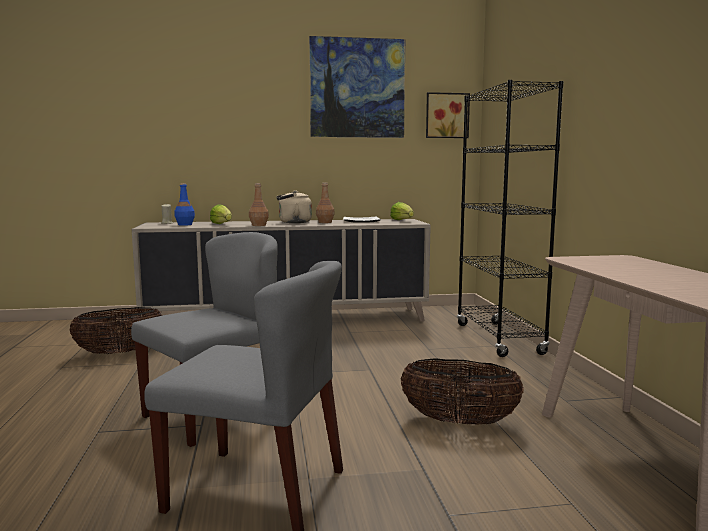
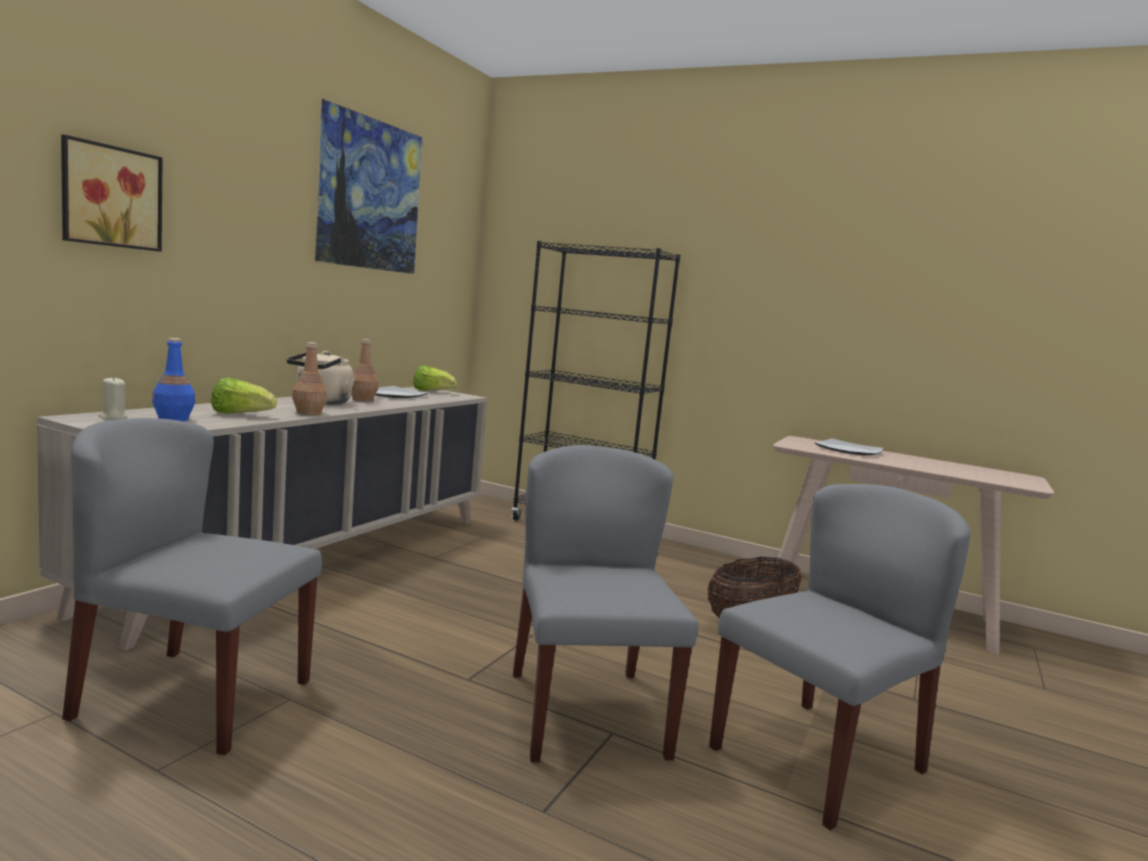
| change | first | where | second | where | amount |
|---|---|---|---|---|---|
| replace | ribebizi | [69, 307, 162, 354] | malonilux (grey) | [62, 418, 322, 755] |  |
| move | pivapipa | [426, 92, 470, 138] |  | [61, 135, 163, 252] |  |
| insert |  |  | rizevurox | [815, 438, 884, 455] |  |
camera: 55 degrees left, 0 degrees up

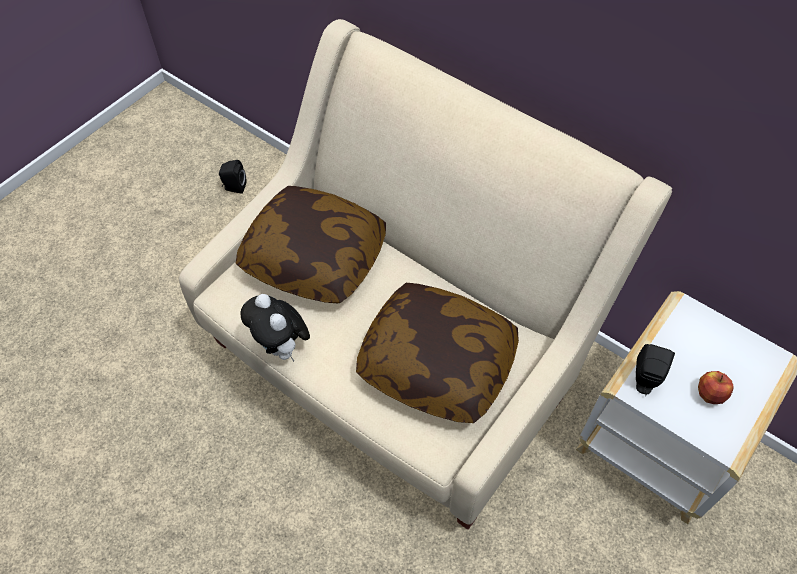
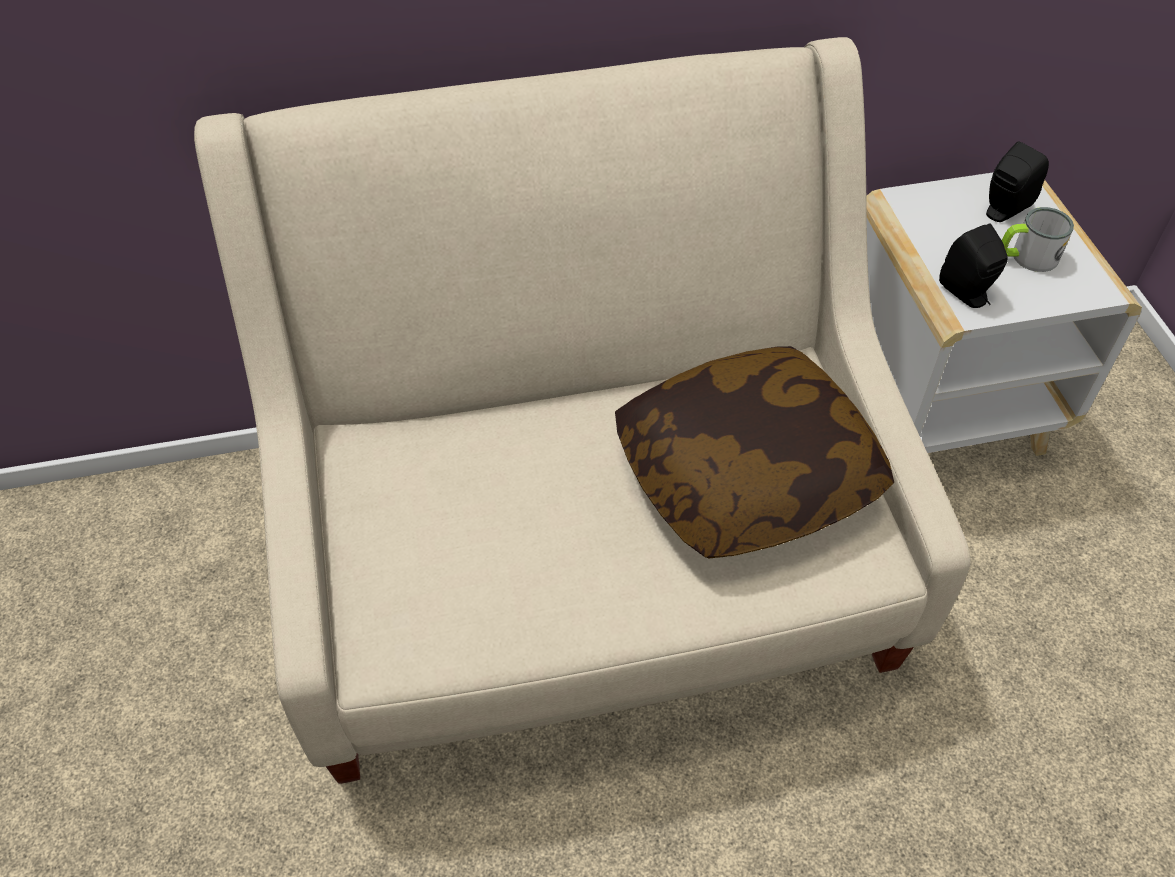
| change | first | where | second | where | amount |
|---|---|---|---|---|---|
| move | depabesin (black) | [219, 160, 247, 194] |  | [986, 142, 1049, 222] |  |
| delete | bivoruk | [236, 186, 386, 303] |  |  |  |
| delete | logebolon | [240, 294, 310, 362] |  |  |  |
| replace | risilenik | [698, 371, 734, 404] | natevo | [1002, 207, 1074, 272] |  |
camera: 50 degrees left, 5 degrees down

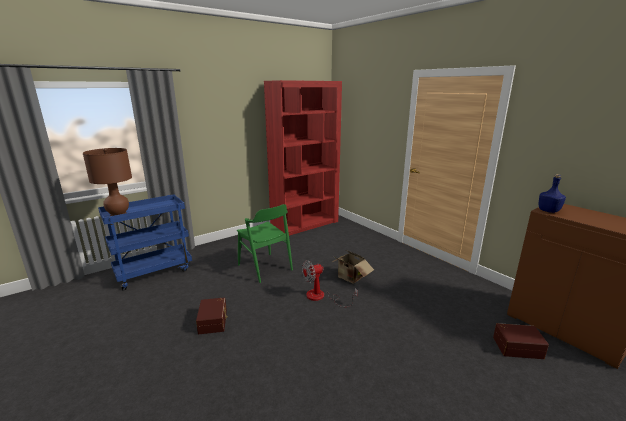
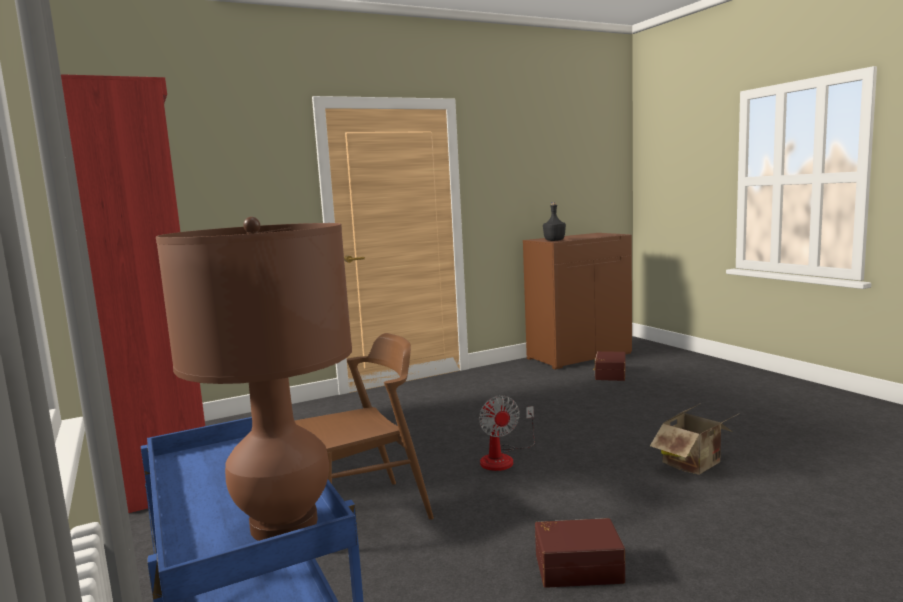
| change | first | where | second | where | amount |
|---|---|---|---|---|---|
| recolor | malonilux (green) | [237, 204, 293, 283] | malonilux (brown) | [295, 333, 434, 520] |  |
| move | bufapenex | [331, 250, 374, 284] |  | [650, 403, 740, 475] |  |
| recolor | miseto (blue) | [538, 174, 566, 213] | miseto (black) | [543, 202, 566, 241] |  |
camera: 80 degrees left, 10 degrees down

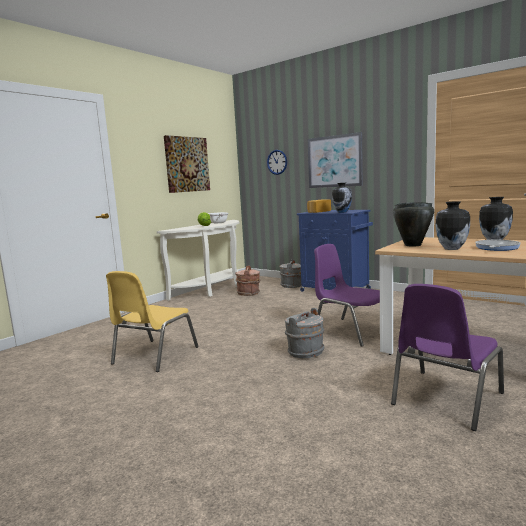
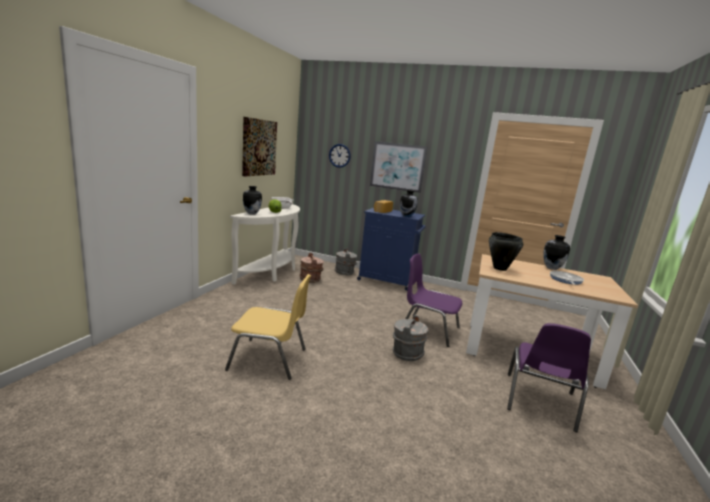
| change | first | where | second | where | amount |
|---|---|---|---|---|---|
| rotate | malonilux (yellow) | [106, 271, 199, 372] |  | [225, 274, 311, 380] | 90 degrees counterclockwise |
| move | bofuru | [435, 201, 470, 250] |  | [243, 186, 262, 215] |  |
camera: 20 degrees left, 5 degrees up

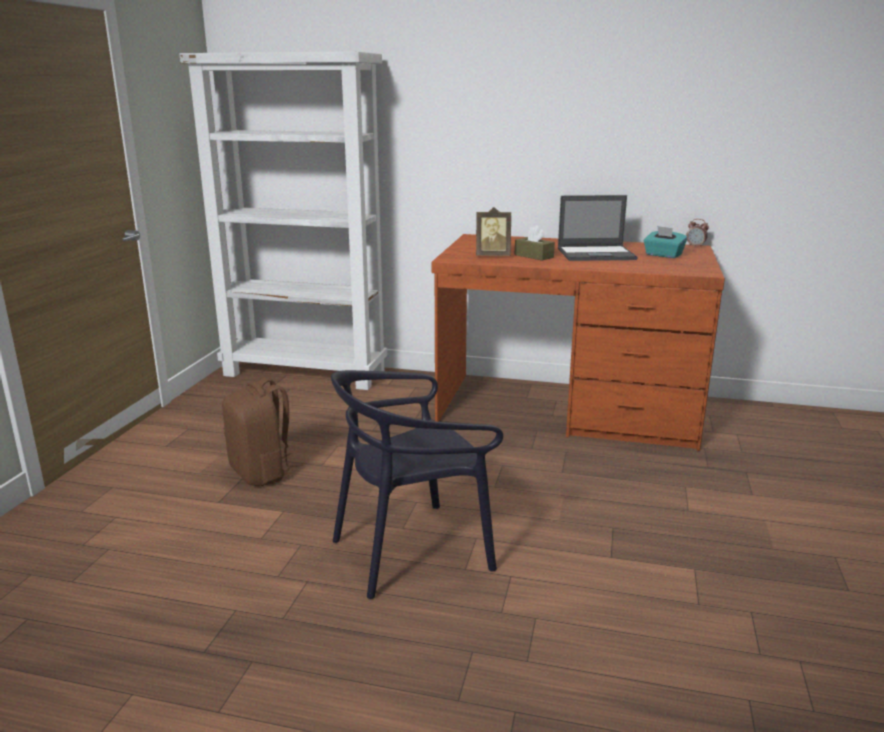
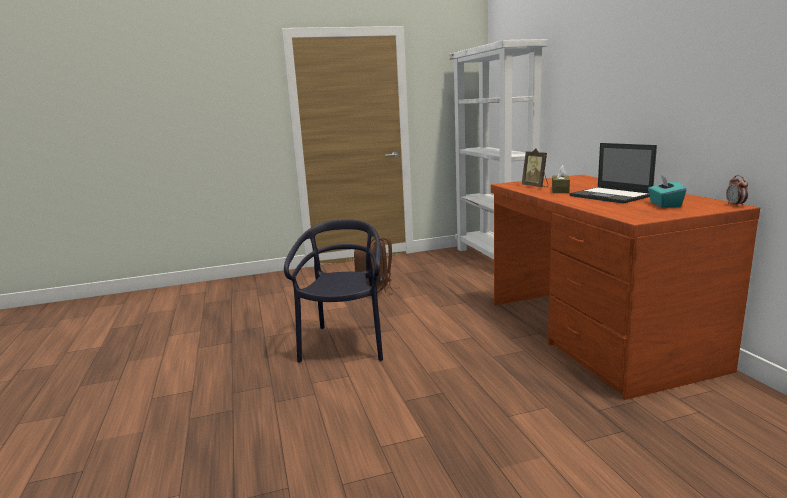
| change | first | where | second | where | amount |
|---|---|---|---|---|---|
| rotate | malonilux (black) | [331, 370, 503, 599] |  | [284, 219, 383, 363] | 60 degrees clockwise |
camera: 60 degrees right, 5 degrees down

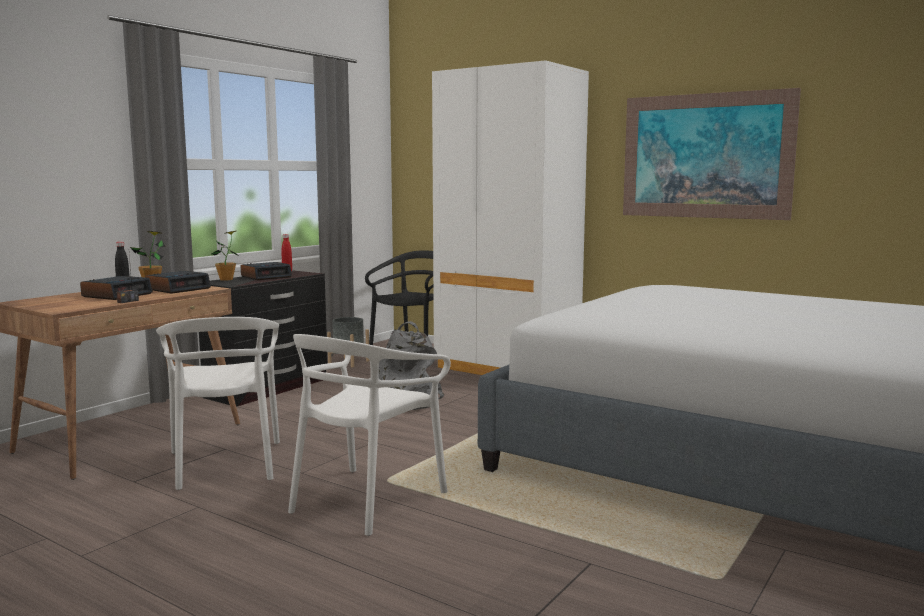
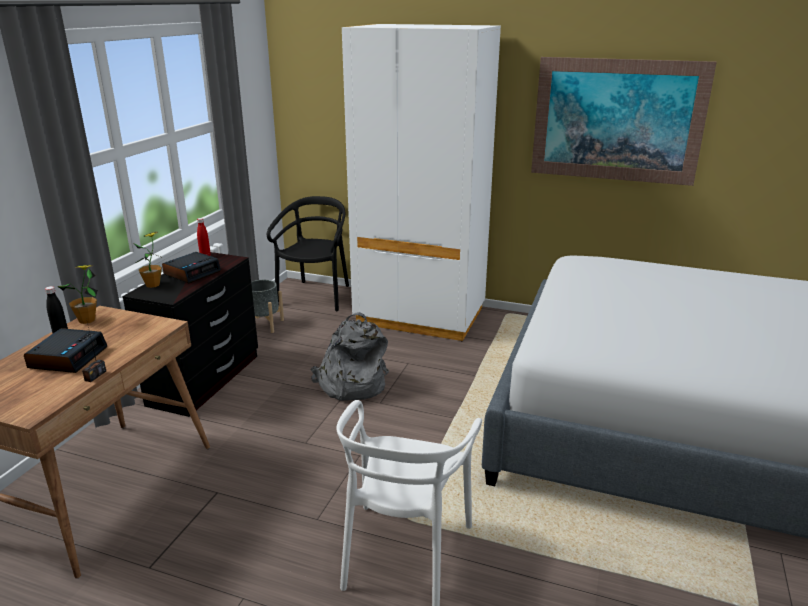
| change | first | where | second | where | amount |
|---|---|---|---|---|---|
| delete | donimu | [145, 271, 211, 294] |  |  |  |
| delete | malonilux (white) | [156, 317, 280, 490] |  |  |  |
camera: 15 degrees left, 15 degrees up

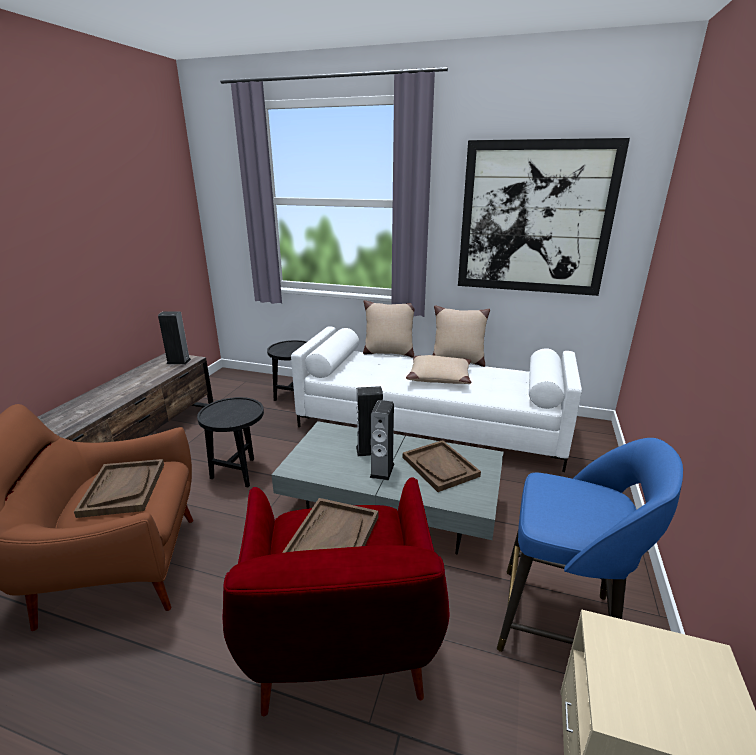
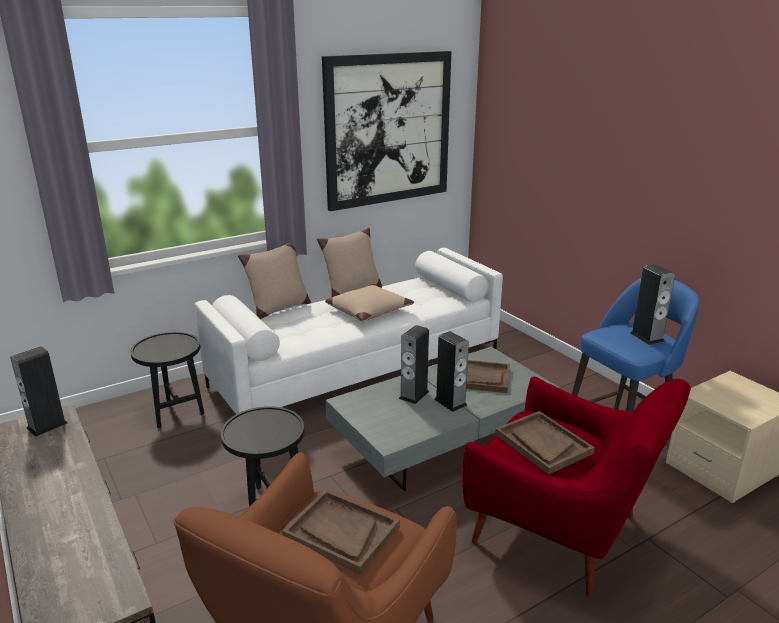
| change | first | where | second | where | amount |
|---|---|---|---|---|---|
| insert |  |  | depabesin | [630, 264, 675, 345] |  |
camera: 50 degrees left, 0 degrees up

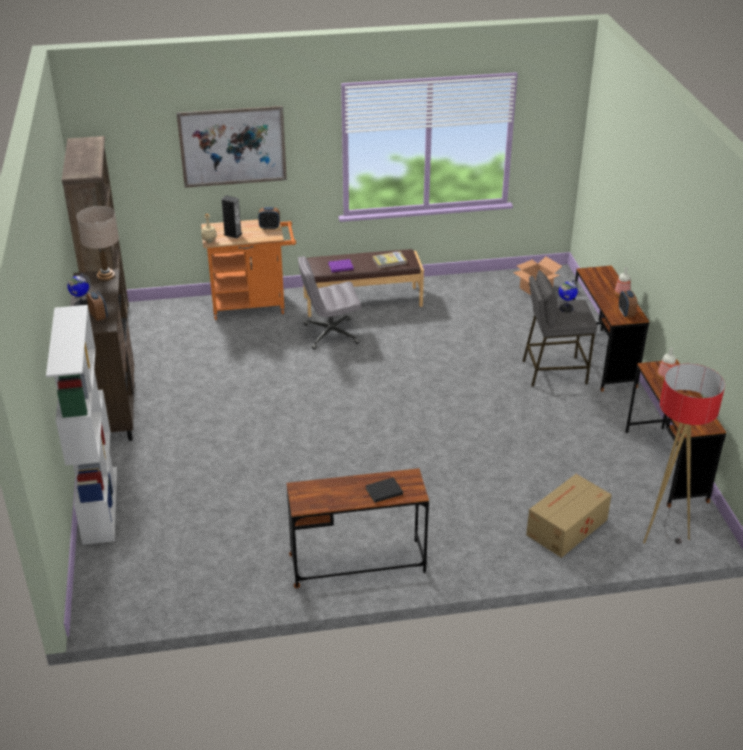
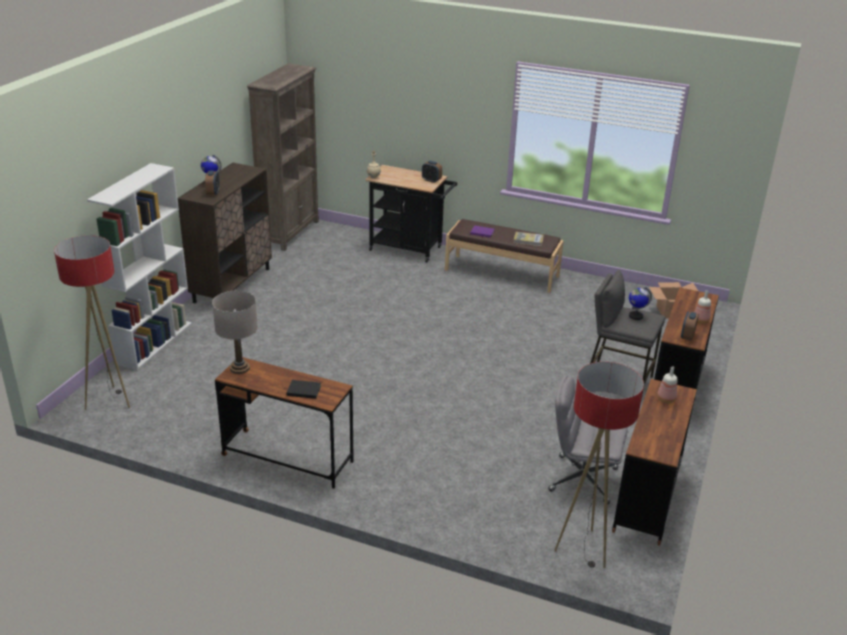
| change | first | where | second | where | amount |
|---|---|---|---|---|---|
| move | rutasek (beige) | [77, 206, 119, 281] |  | [212, 291, 258, 374] |  |
| delete | pivapipa | [176, 106, 287, 188] |  |  |  |
| recolor | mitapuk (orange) | [201, 220, 296, 320] | mitapuk (black) | [365, 165, 457, 263] |  |
| delete | depabesin | [222, 195, 242, 238] |  |  |  |
| move | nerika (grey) | [298, 256, 361, 350] |  | [548, 375, 628, 505] |  |
| delete | bufapenex | [526, 474, 612, 558] |  |  |  |
| insert |  |  | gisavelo | [54, 235, 130, 410] |  |
camera: 30 degrees right, 5 degrees down

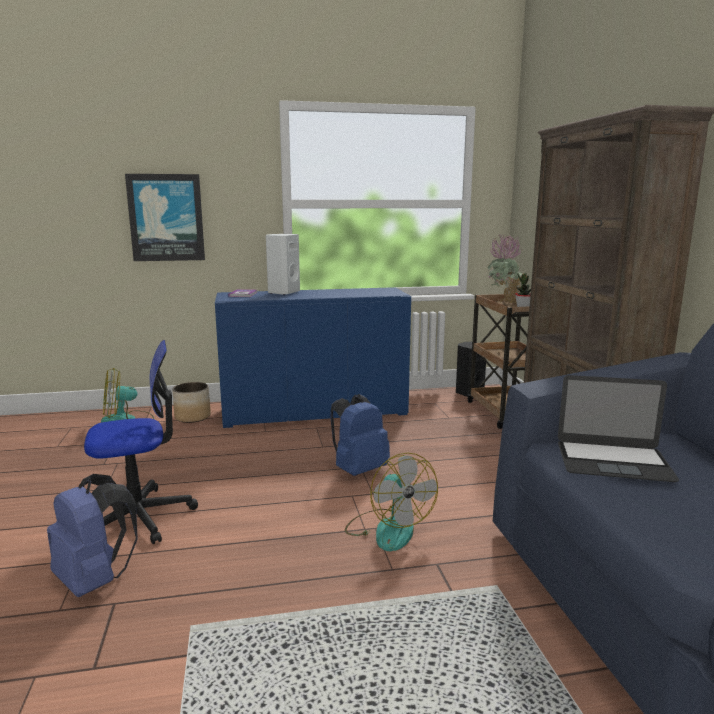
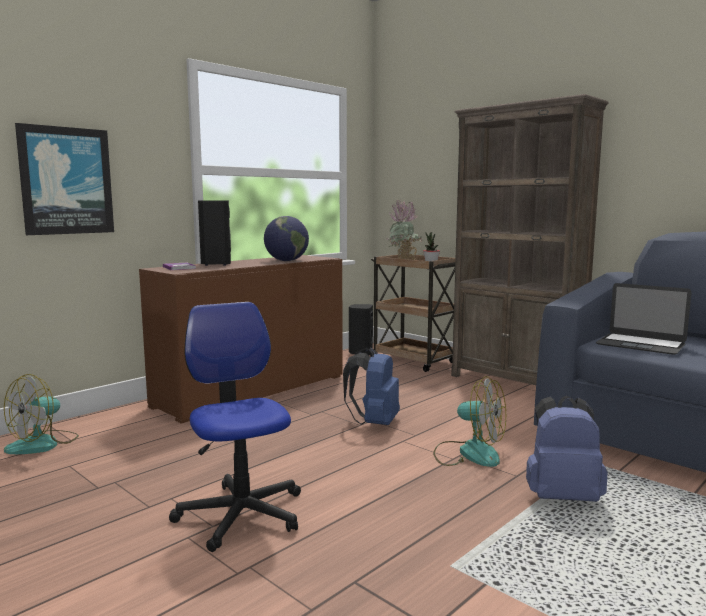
| change | first | where | second | where | amount |
|---|---|---|---|---|---|
| move | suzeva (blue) | [47, 474, 138, 597] |  | [526, 396, 608, 502] |  |
| rotate | nerika | [84, 340, 198, 544] |  | [169, 302, 301, 552] | 60 degrees counterclockwise |
| delete | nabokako | [172, 382, 211, 423] |  |  |  |
| recolor | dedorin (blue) | [215, 287, 411, 428] | dedorin (brown) | [139, 255, 343, 424] |  |
| recolor | depabesin (white) | [266, 234, 300, 295] | depabesin (black) | [198, 200, 231, 266] |  |
| rotate | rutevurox | [558, 375, 679, 482] |  | [596, 283, 692, 355] | 60 degrees clockwise |
| insert |  |  | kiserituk | [264, 216, 309, 261] |  |
camera: 35 degrees left, 5 degrees down

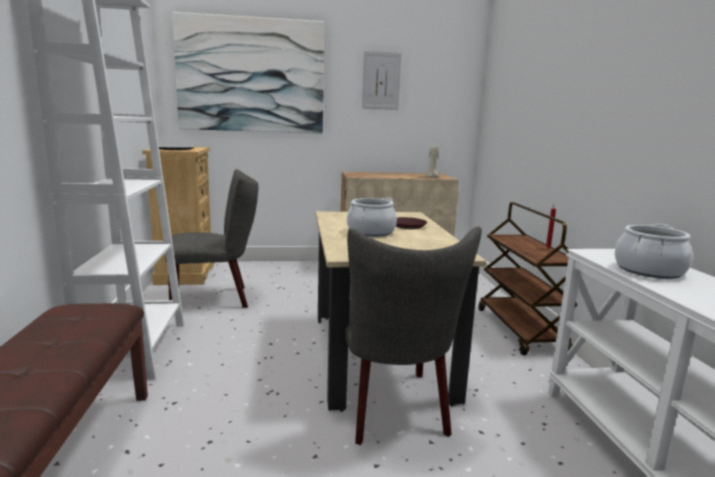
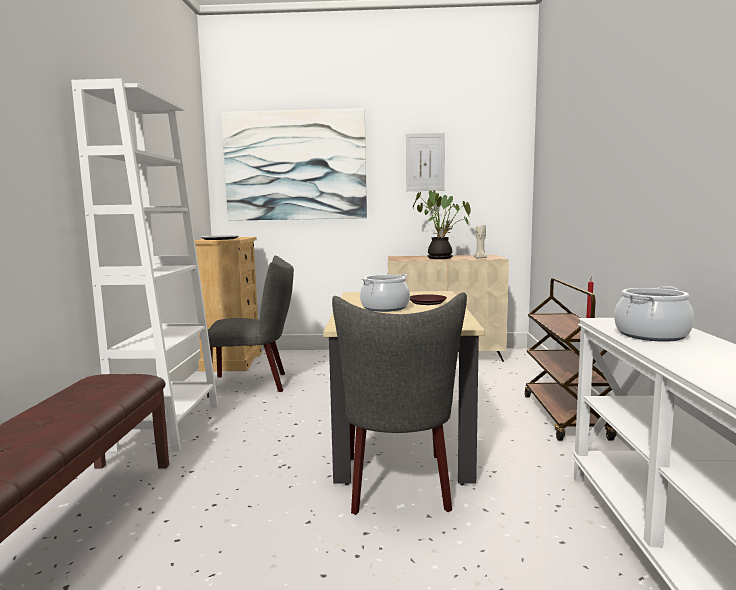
| change | first | where | second | where | amount |
|---|---|---|---|---|---|
| insert |  |  | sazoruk | [413, 190, 471, 259] |  |
camera: 10 degrees right, 5 degrees down

